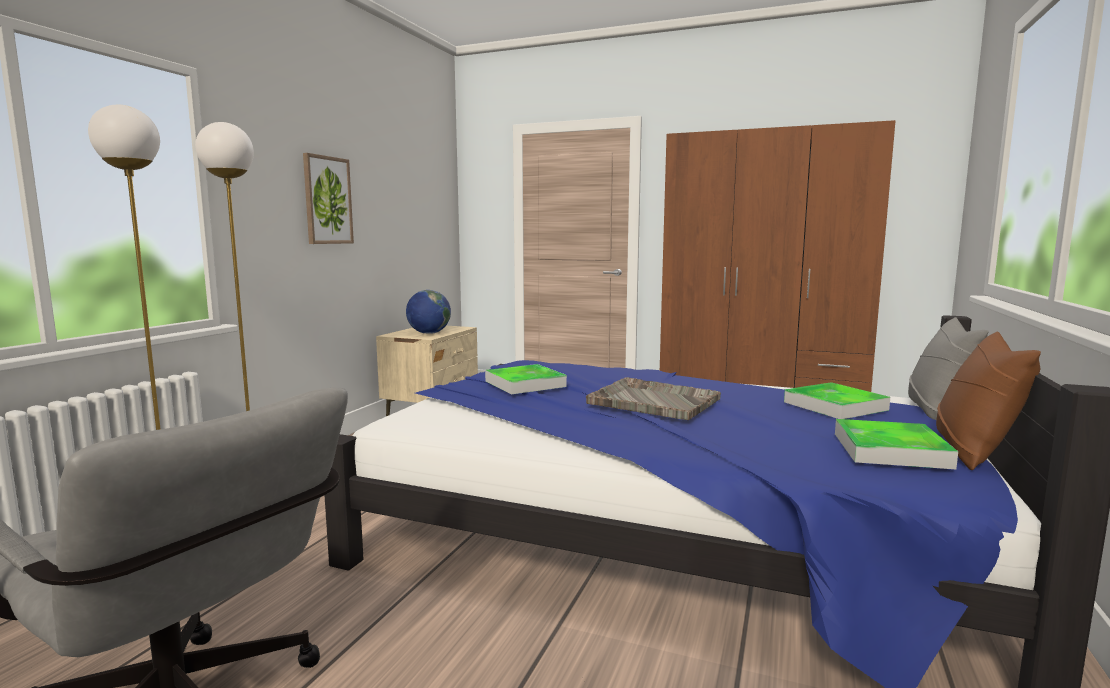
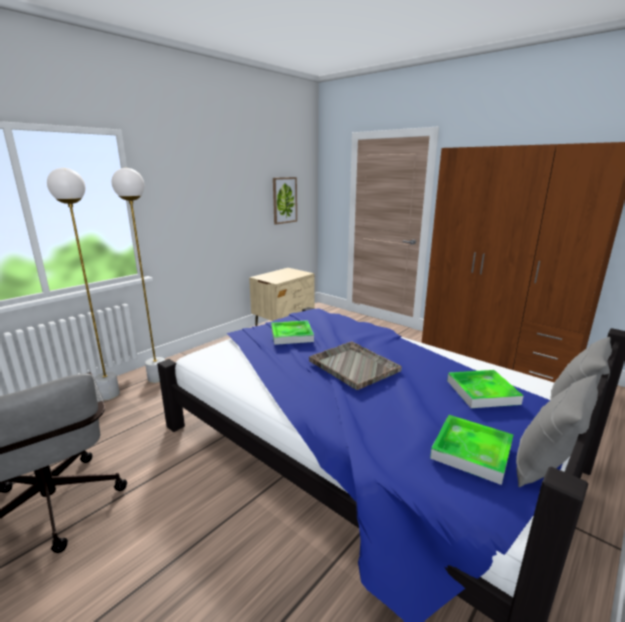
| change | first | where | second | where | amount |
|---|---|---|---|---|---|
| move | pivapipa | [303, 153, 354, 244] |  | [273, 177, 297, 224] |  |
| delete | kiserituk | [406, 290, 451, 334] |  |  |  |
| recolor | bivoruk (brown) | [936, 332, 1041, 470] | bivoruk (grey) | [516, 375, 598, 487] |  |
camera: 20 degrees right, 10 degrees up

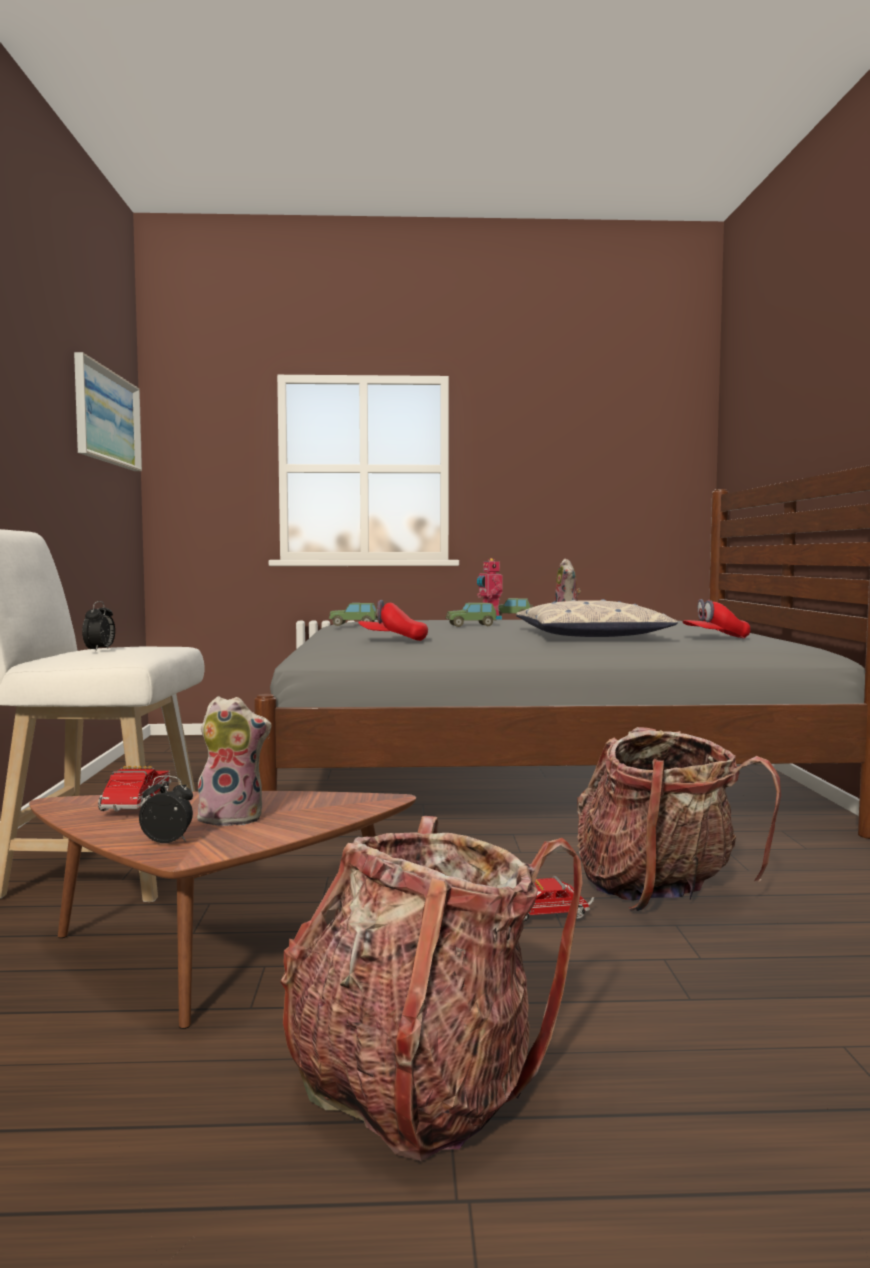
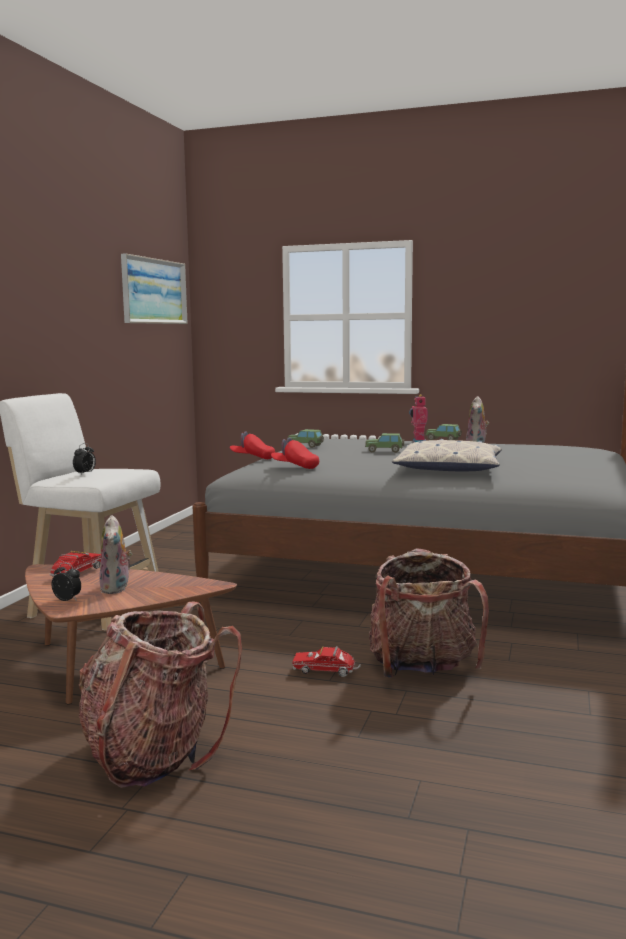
| change | first | where | second | where | amount |
|---|---|---|---|---|---|
| rotate | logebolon | [193, 696, 272, 826] |  | [99, 515, 133, 594] | 60 degrees clockwise |
| move | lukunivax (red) | [682, 599, 751, 638] |  | [230, 431, 275, 459] |  |
camera: 20 degrees right, 5 degrees up

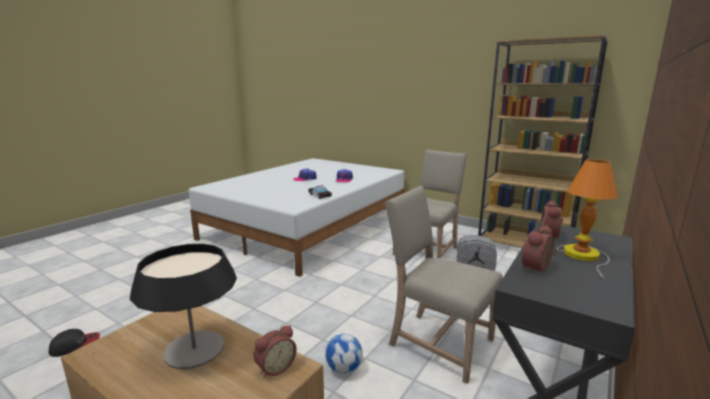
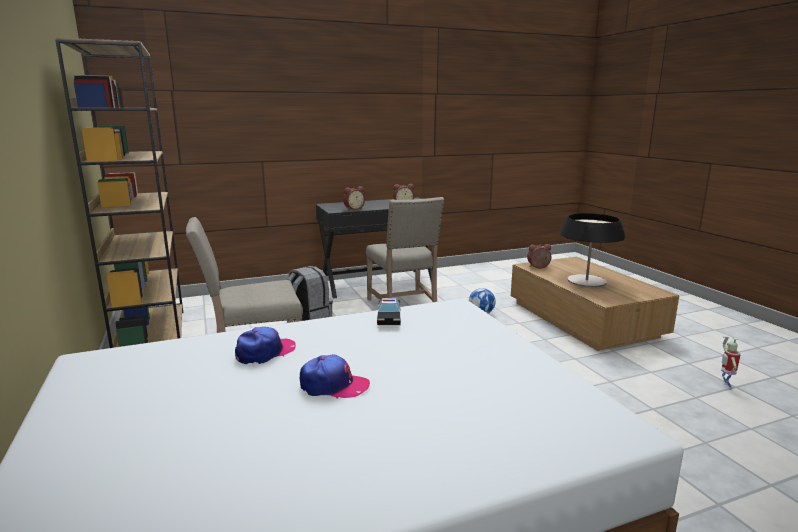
| change | first | where | second | where | amount |
|---|---|---|---|---|---|
| replace | lukunivax | [49, 329, 100, 357] | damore | [721, 337, 740, 390] |  |
| delete | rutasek | [557, 159, 618, 278] |  |  |  |
camera: 145 degrees left, 0 degrees up

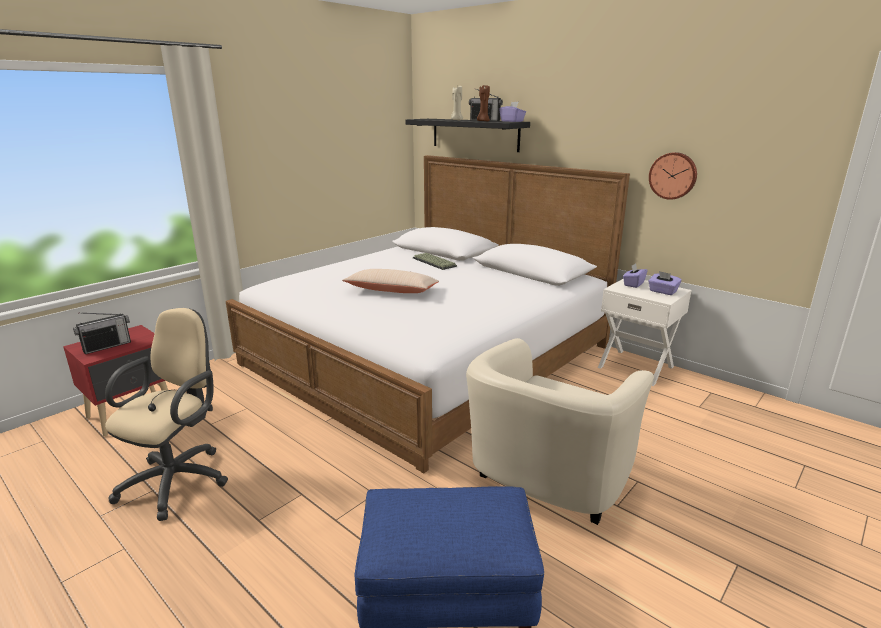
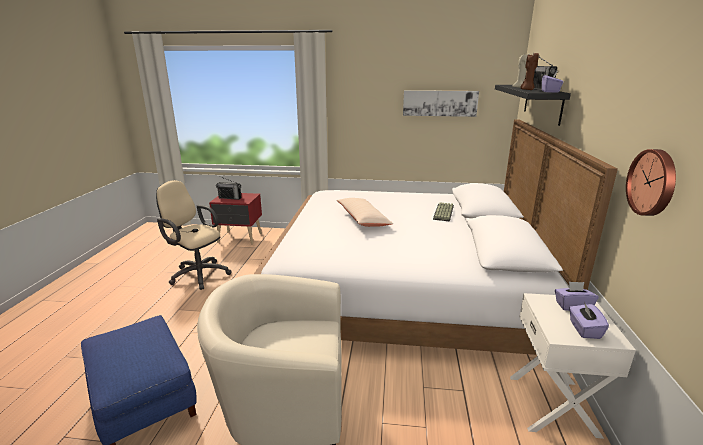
| change | first | where | second | where | amount |
|---|---|---|---|---|---|
| rotate | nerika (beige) | [105, 308, 228, 521] |  | [156, 180, 232, 290] | 135 degrees counterclockwise |
| insert |  |  | pivapipa | [403, 90, 479, 117] |  |
camera: 55 degrees right, 0 degrees up

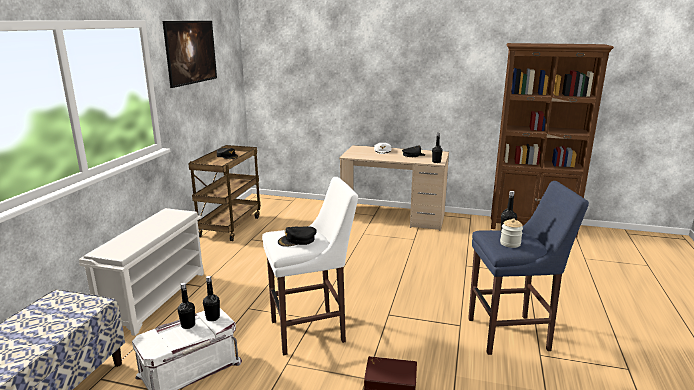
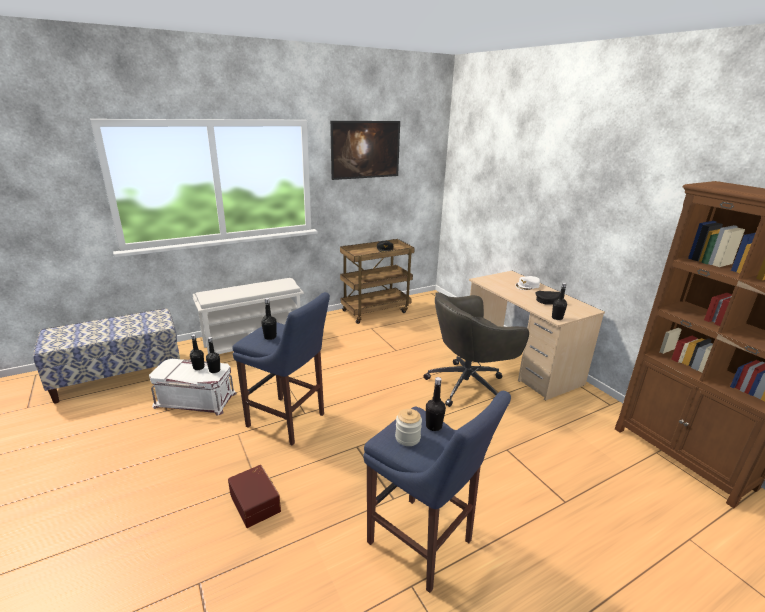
| change | first | where | second | where | amount |
|---|---|---|---|---|---|
| recolor | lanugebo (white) | [262, 177, 358, 355] | lanugebo (blue) | [232, 292, 330, 446] |  |
| replace | lukunivax (black) | [278, 226, 317, 247] | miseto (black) | [261, 298, 277, 340] |  |
| insert |  |  | nerika (grey) | [424, 292, 529, 407] |  |
camera: 45 degrees right, 5 degrees up

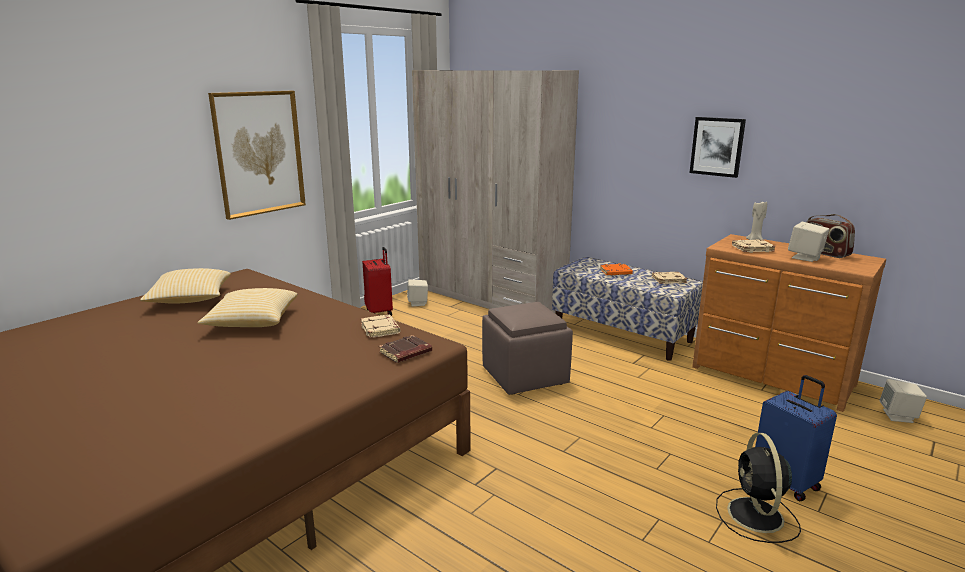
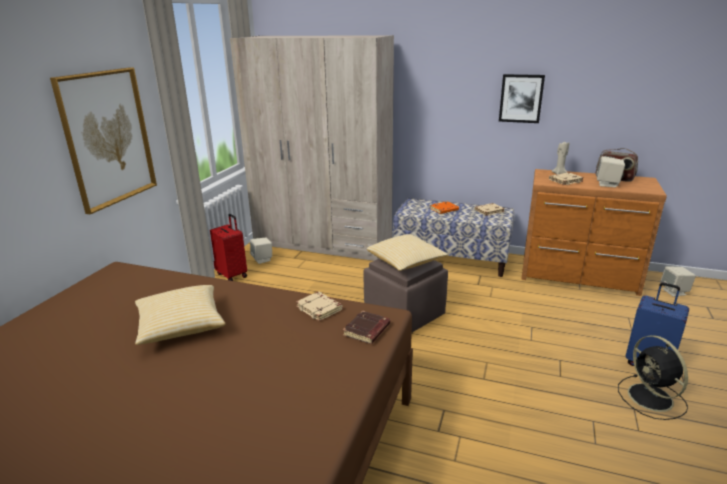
| change | first | where | second | where | amount |
|---|---|---|---|---|---|
| move | bivoruk | [140, 268, 231, 303] |  | [367, 234, 448, 271] |  |
camera: 20 degrees left, 5 degrees up

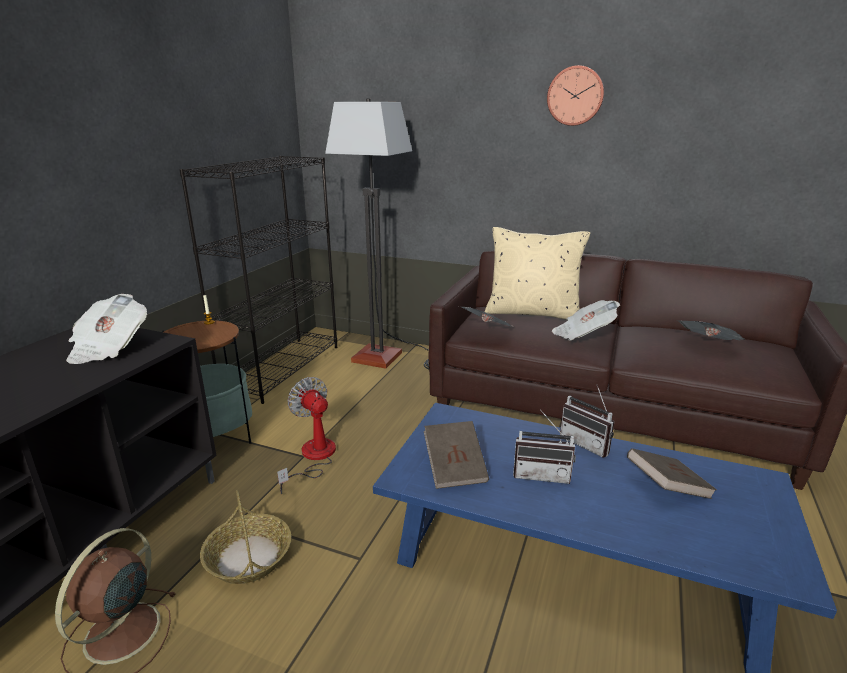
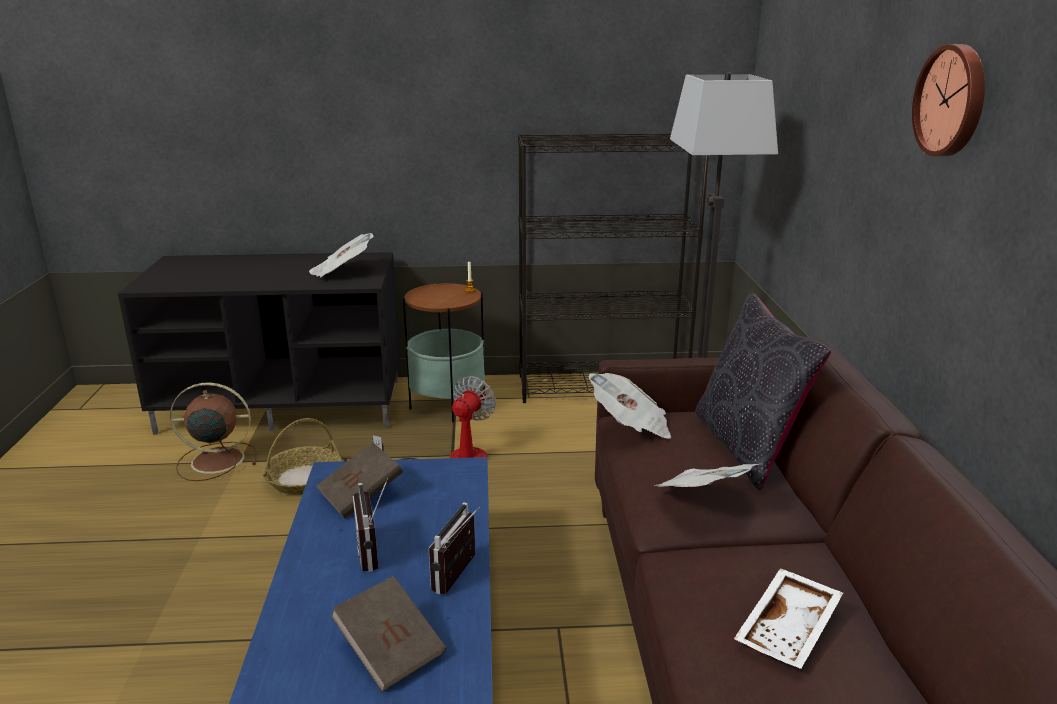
| change | first | where | second | where | amount |
|---|---|---|---|---|---|
| recolor | bivoruk (beige) | [485, 227, 590, 320] | bivoruk (black) | [695, 292, 831, 490] |  |
| replace | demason | [677, 320, 744, 341] | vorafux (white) | [734, 568, 843, 669] |  |
camera: 65 degrees right, 0 degrees up

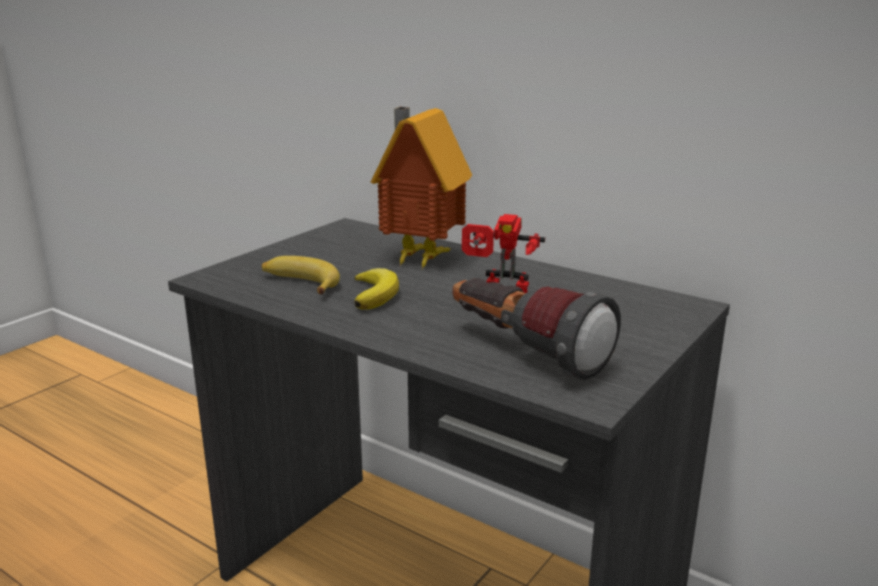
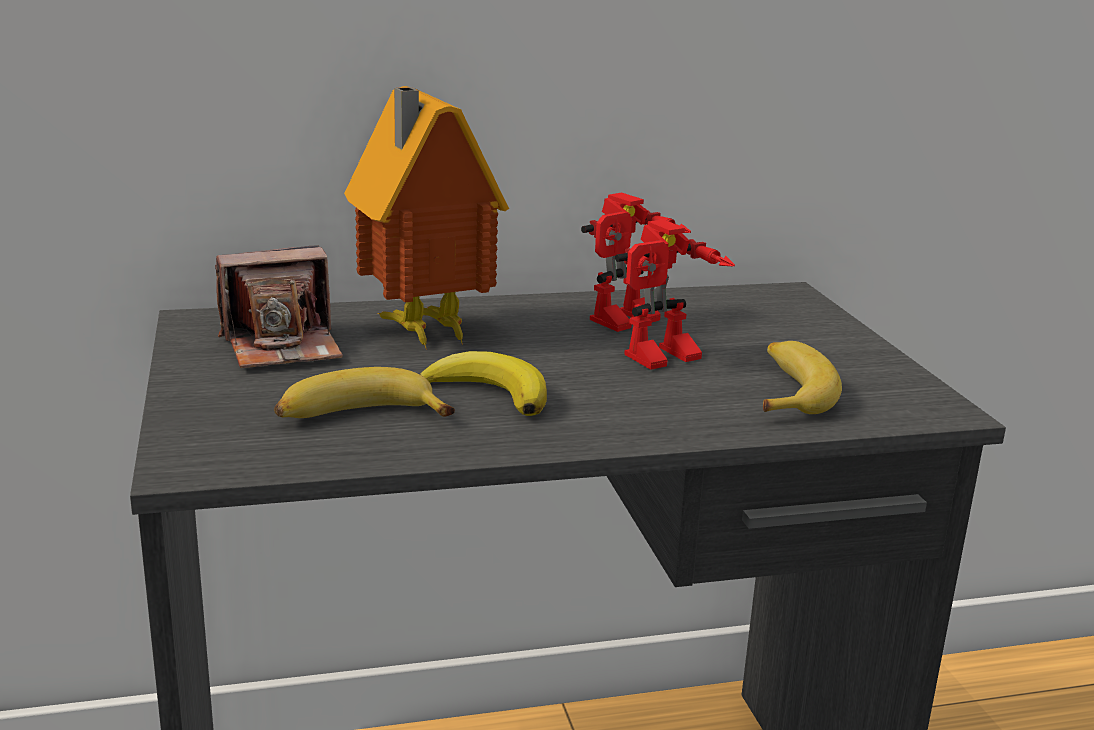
| change | first | where | second | where | amount |
|---|---|---|---|---|---|
| replace | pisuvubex | [453, 278, 621, 380] | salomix | [763, 341, 842, 414] |  |
| insert |  |  | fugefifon | [215, 245, 343, 368] |  |
| insert |  |  | damore | [581, 192, 691, 332] |  |
camera: 50 degrees left, 0 degrees up

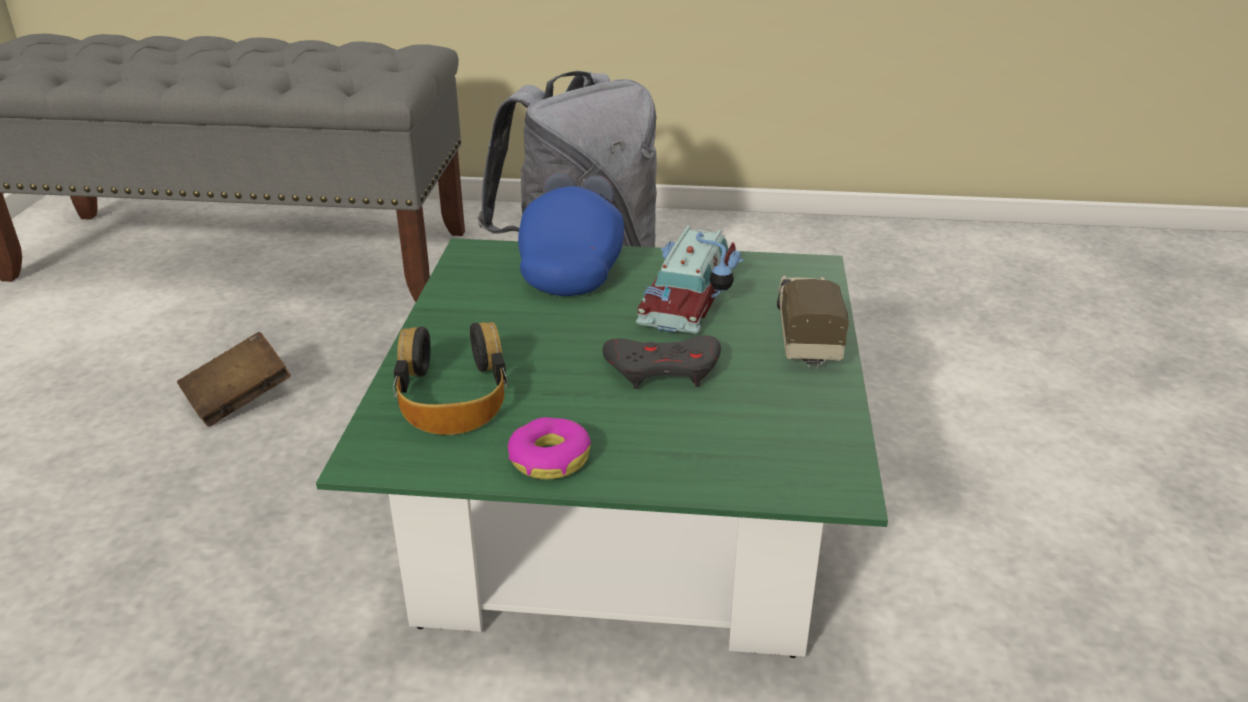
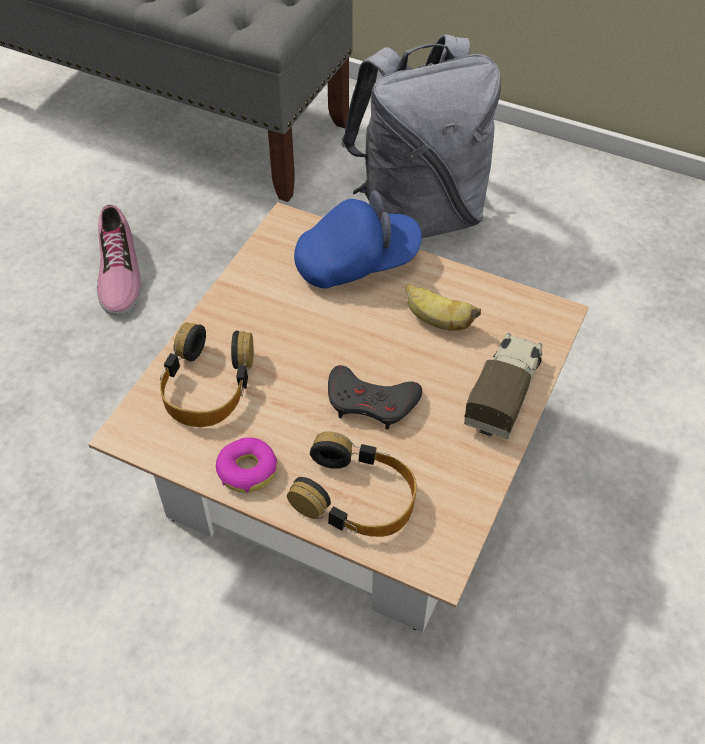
| change | first | where | second | where | amount |
|---|---|---|---|---|---|
| replace | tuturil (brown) | [177, 332, 291, 427] | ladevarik | [97, 205, 141, 316] |  |
| recolor | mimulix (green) | [316, 238, 888, 658] | mimulix (beige) | [88, 202, 589, 633] |  |
| rotate | lukunivax (blue) | [518, 173, 624, 296] |  | [294, 190, 422, 288] | 45 degrees clockwise |
| replace | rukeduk | [636, 225, 744, 333] | salomix | [406, 283, 481, 331] |  |
| insert |  |  | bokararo | [287, 432, 417, 537] |  |
camera: 20 degrees right, 20 degrees up

